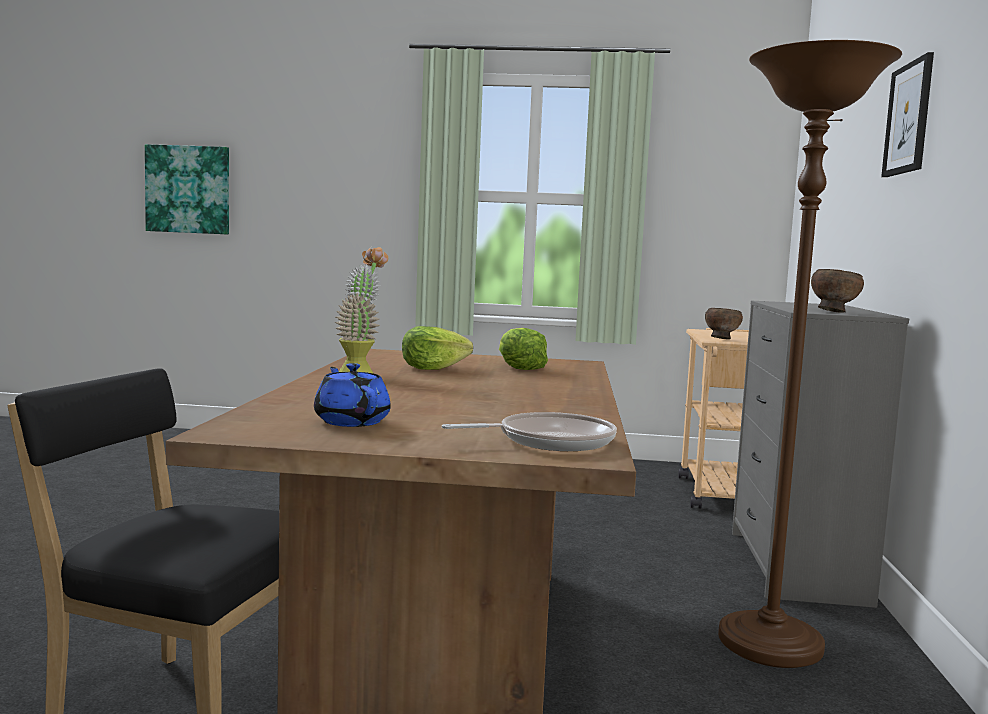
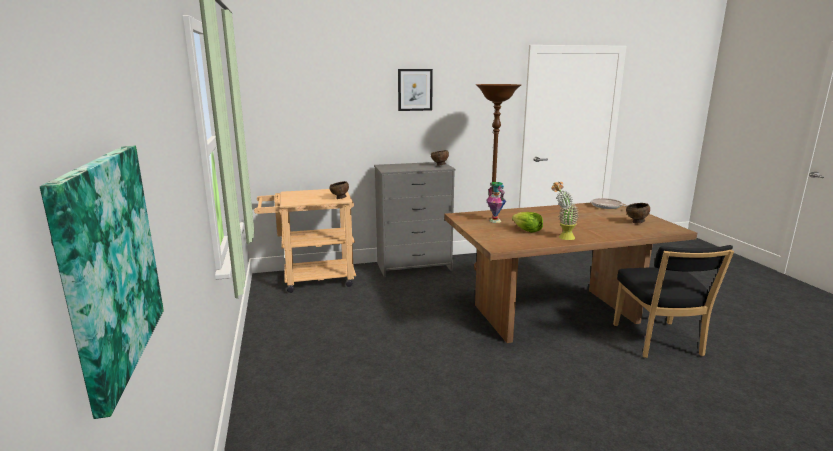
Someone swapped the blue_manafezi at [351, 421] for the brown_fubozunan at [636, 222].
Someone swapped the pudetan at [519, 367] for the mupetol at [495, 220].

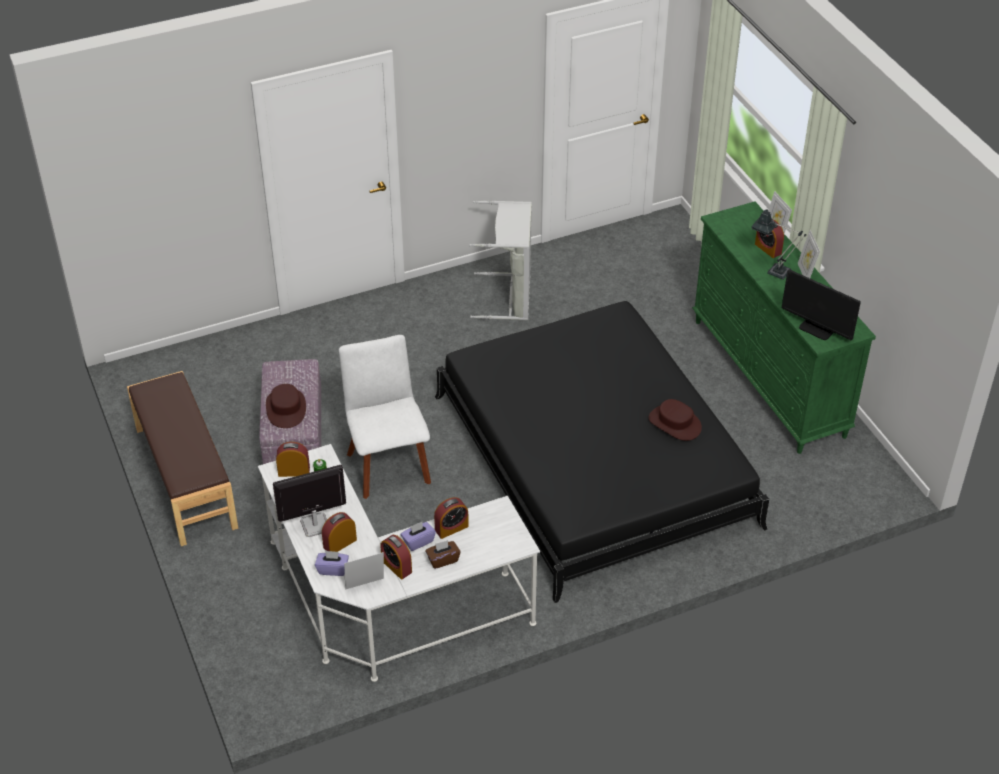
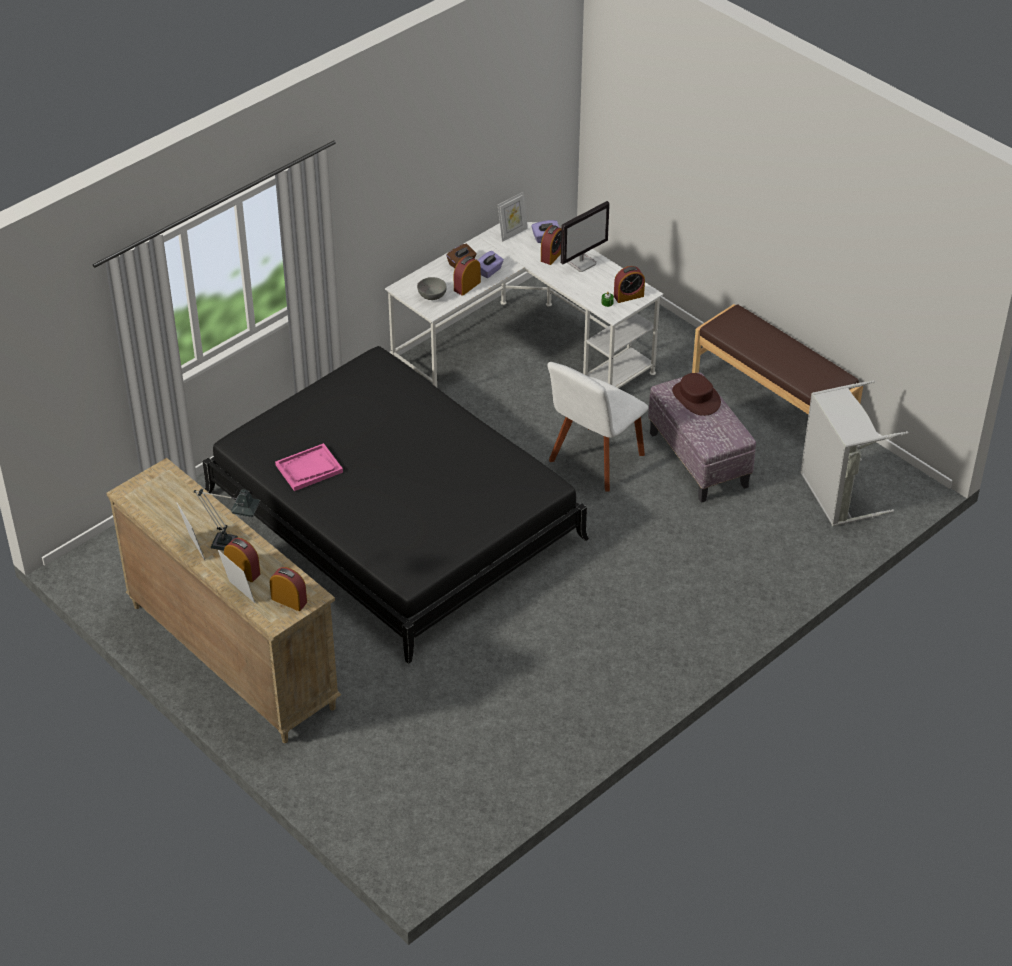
Someone rotated the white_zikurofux at [388, 464] by 75 degrees clockwise.
Someone carried the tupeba from [396, 566] to [289, 600].
Someone carried the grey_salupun from [510, 297] to [836, 495].
Someone swapped the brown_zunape at [675, 423] for the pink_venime at [309, 469].
Someone repainted the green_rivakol at [768, 378], which became the beige_rivakol at [232, 655].
Someone took away the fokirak at [817, 329].
Someone put down the grey_fubozunan at [431, 296].

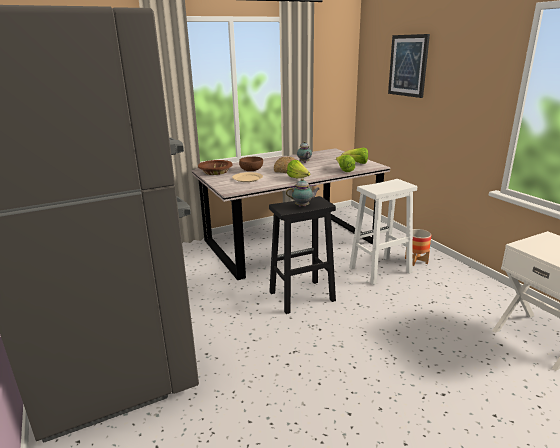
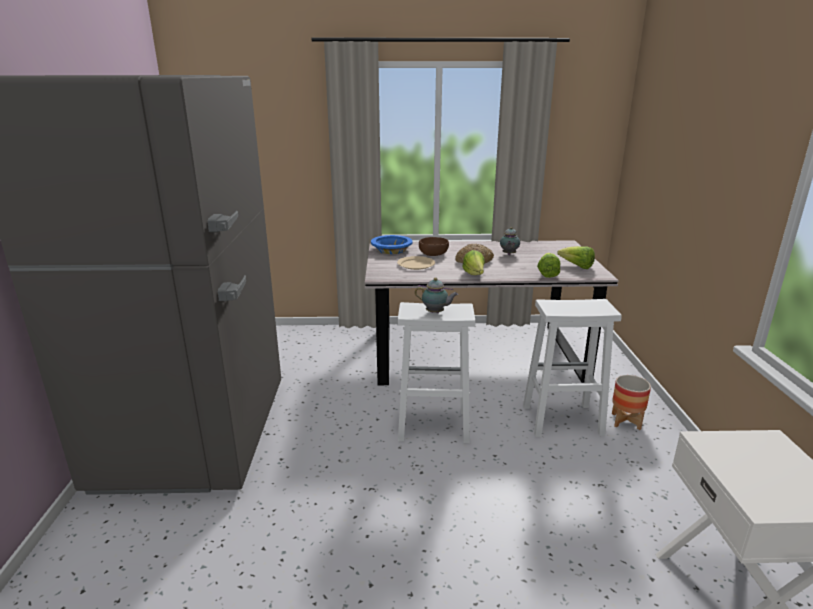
Someone repainted the brown_fubozunan at [215, 171], which became the blue_fubozunan at [391, 250].
Someone repainted the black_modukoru at [301, 297], which became the white_modukoru at [432, 425].
Someone took away the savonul at [408, 65].

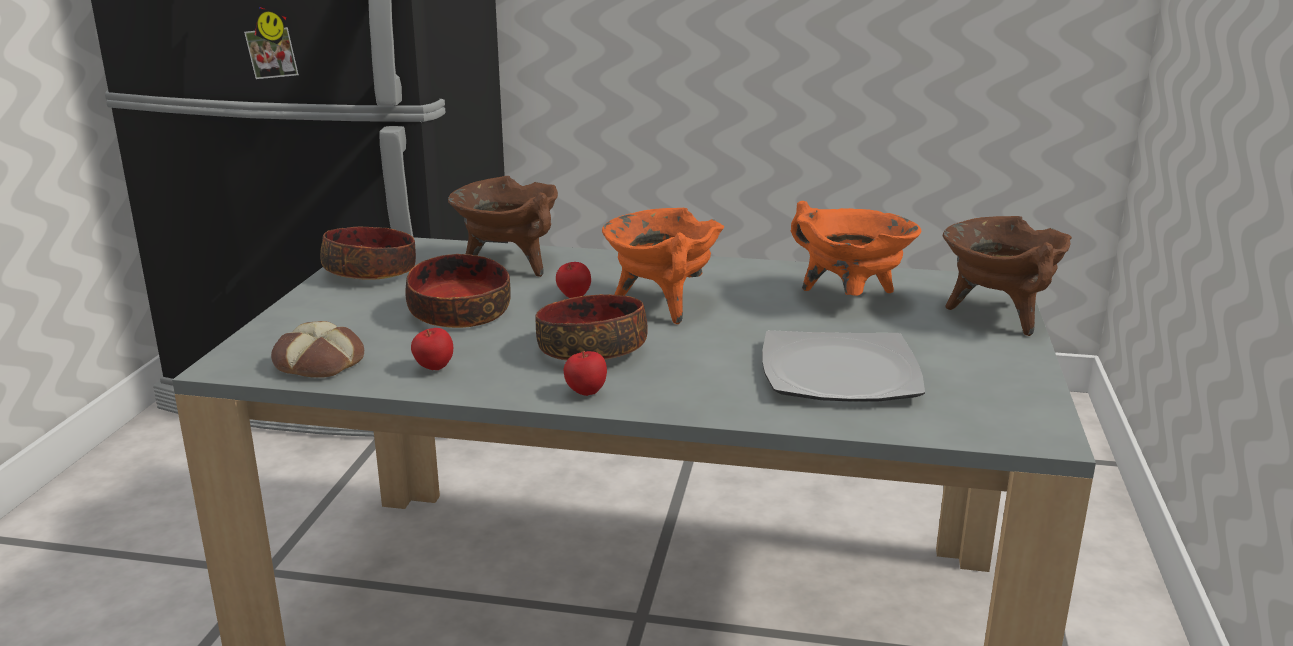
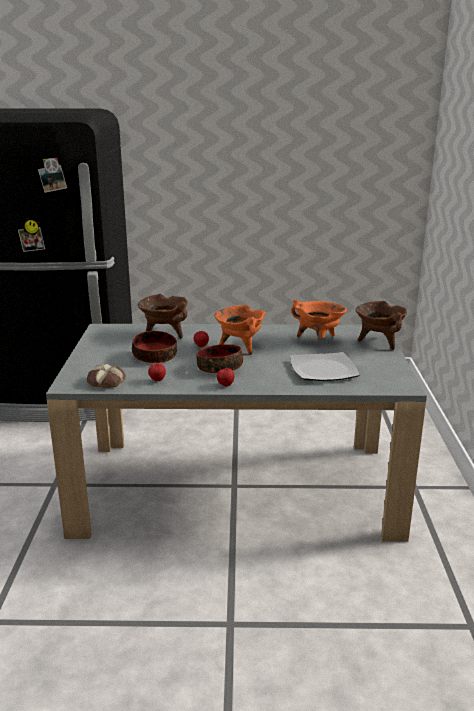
Someone took away the fubozunan at [371, 272].

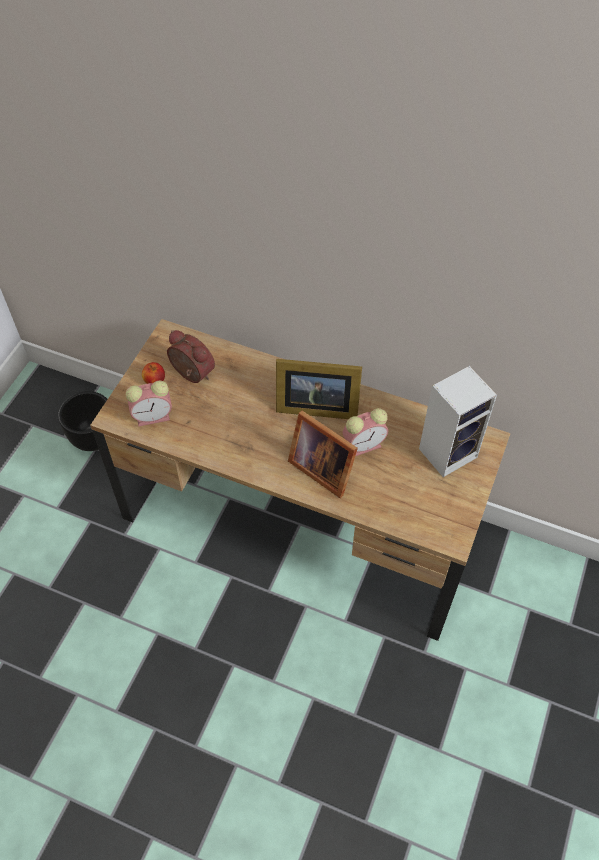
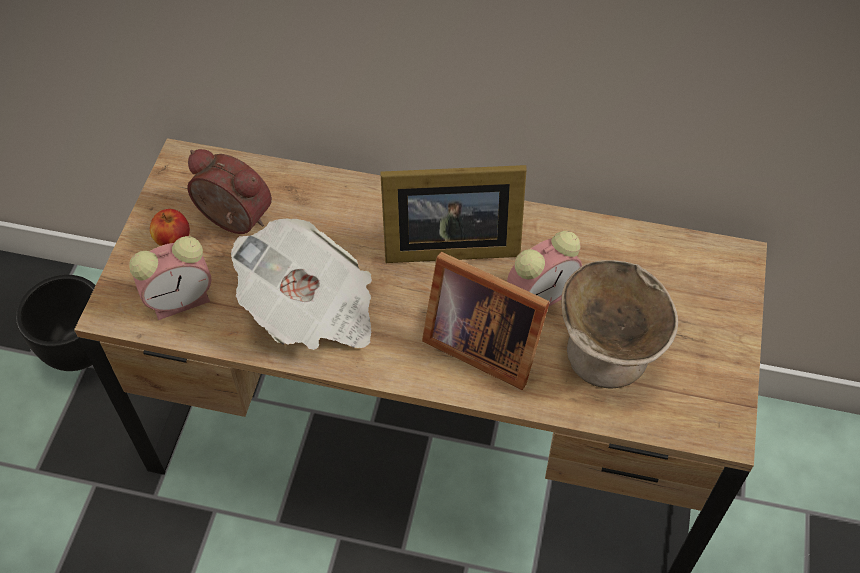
Someone took away the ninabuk at [449, 451].
Someone put down the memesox at [311, 309].
Someone put down the beige_fubozunan at [606, 353].

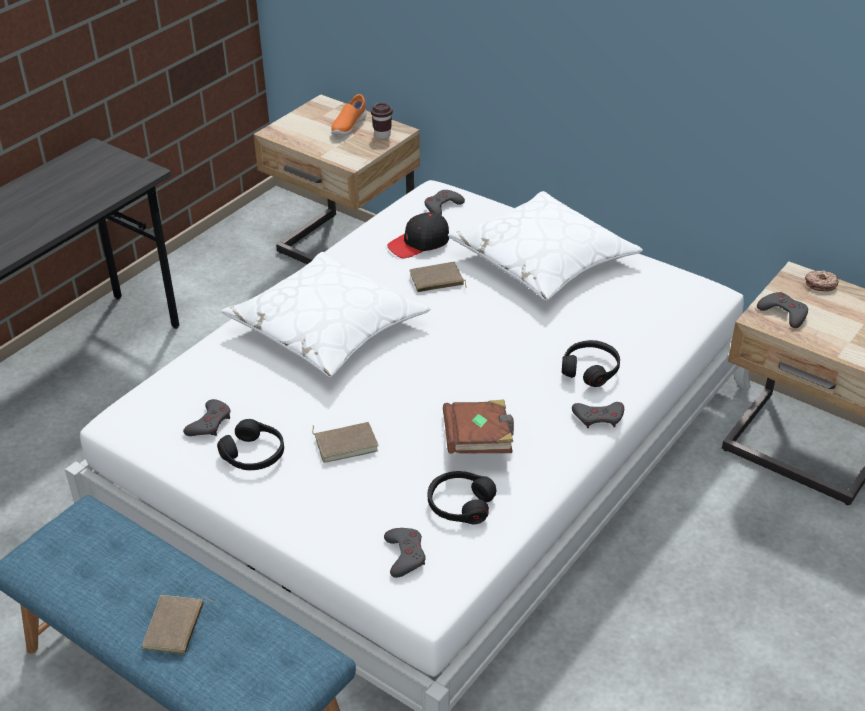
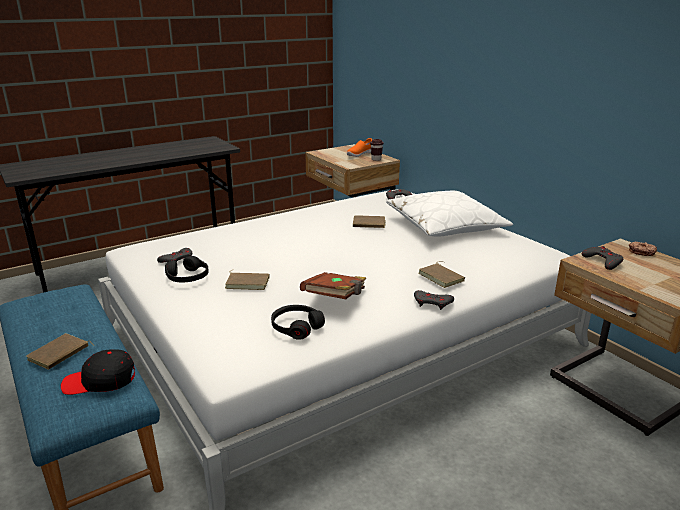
Someone took away the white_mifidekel at [327, 328].
Someone took away the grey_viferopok at [405, 555].
Someone carried the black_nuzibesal from [419, 243] to [100, 381].
Someone swapped the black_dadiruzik at [590, 369] for the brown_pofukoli at [442, 277].

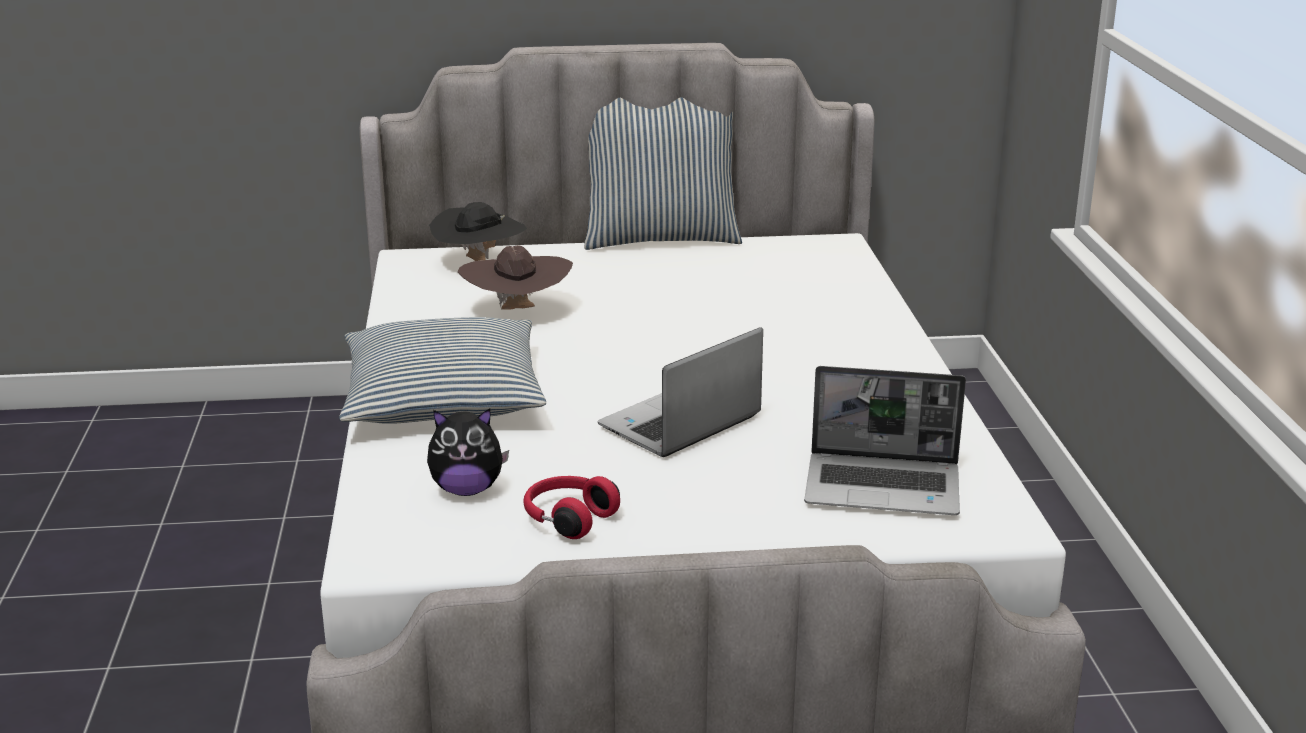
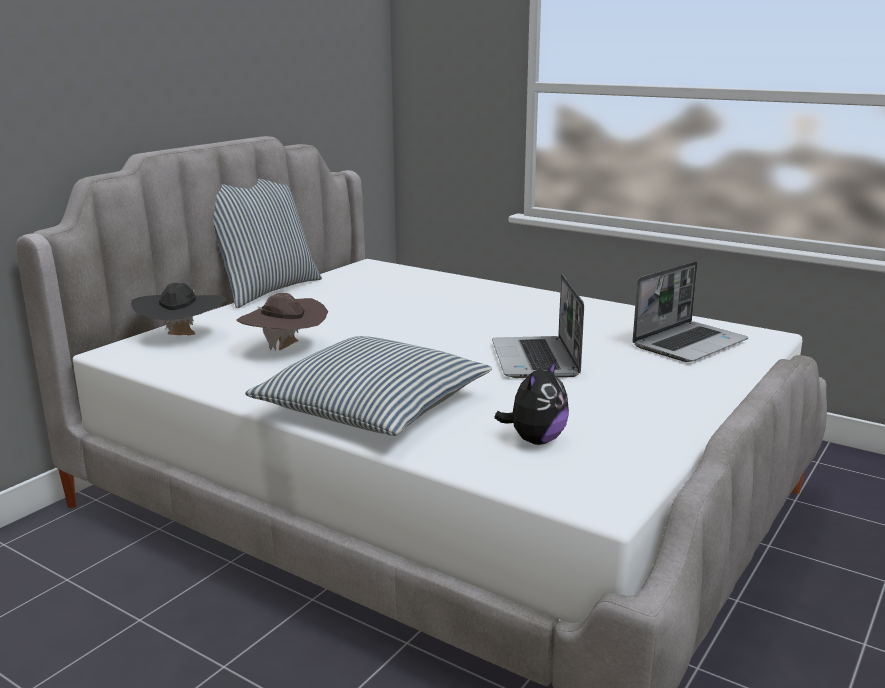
Someone took away the red_dadiruzik at [568, 519].

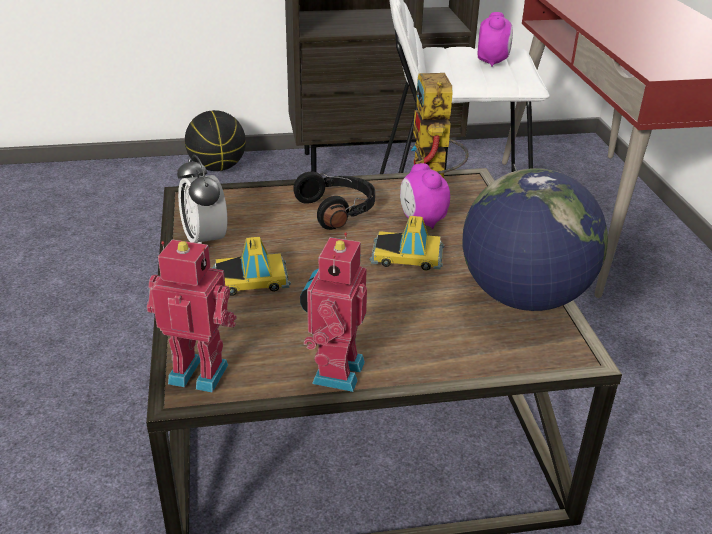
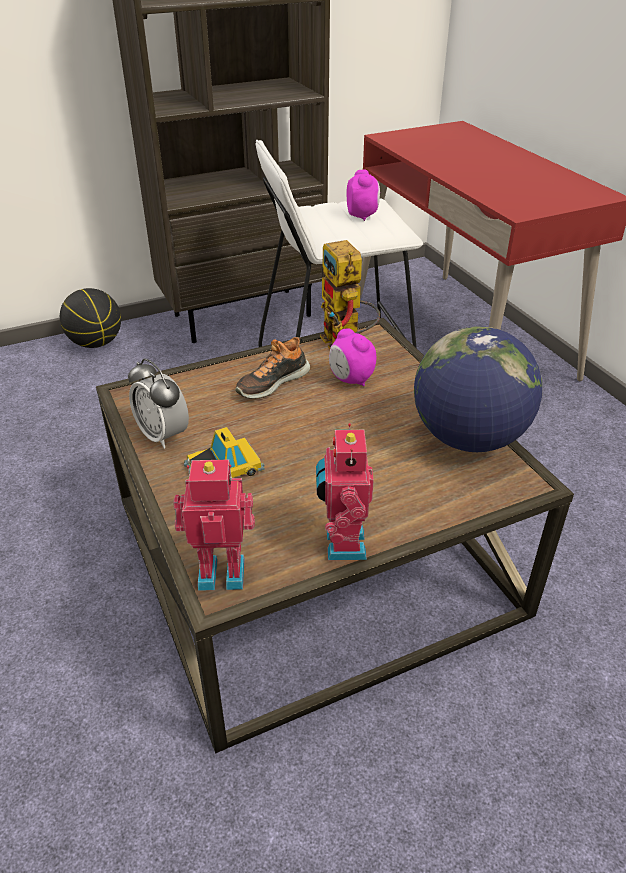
Someone swapped the black_dadiruzik at [338, 210] for the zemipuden at [272, 382].
Someone took away the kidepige at [407, 255].

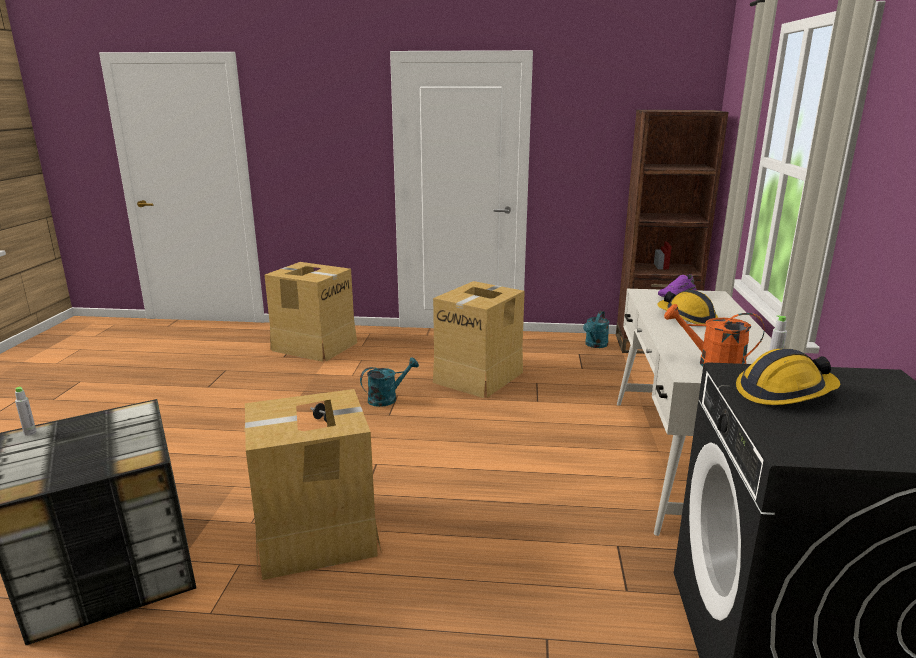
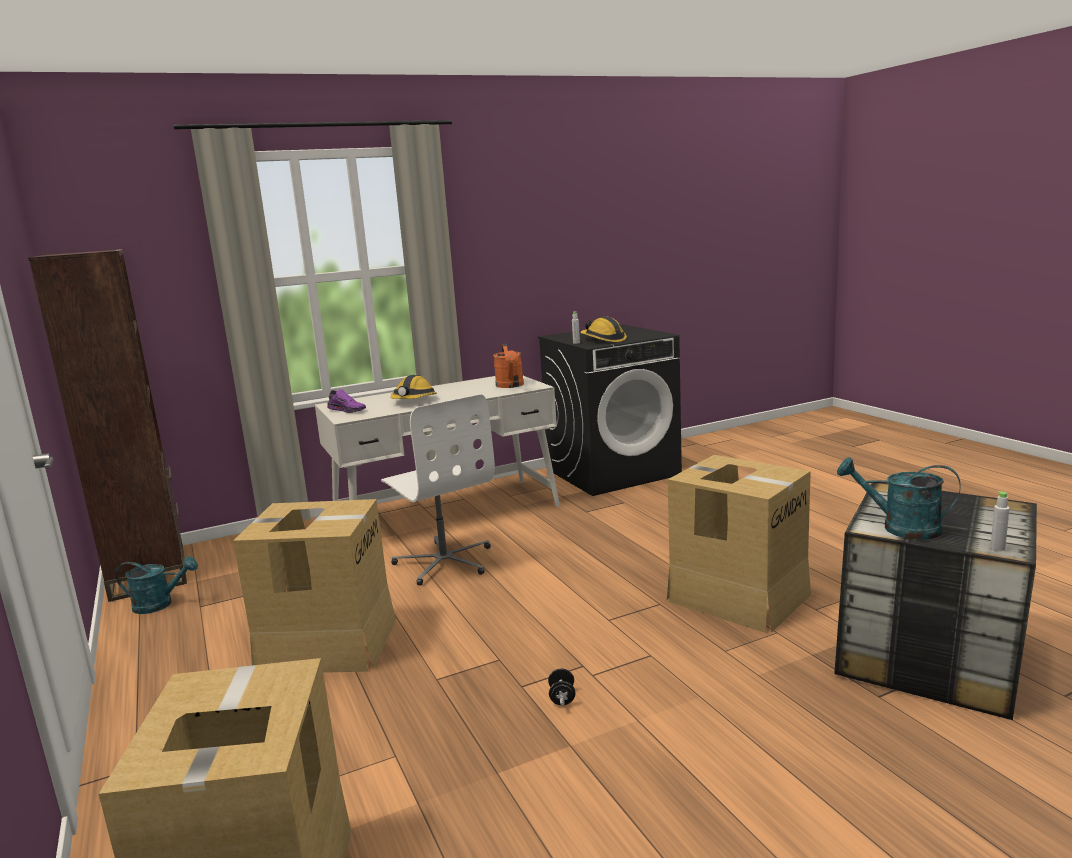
Someone carried the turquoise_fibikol from [387, 398] to [900, 528].
Someone put down the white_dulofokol at [444, 562].

